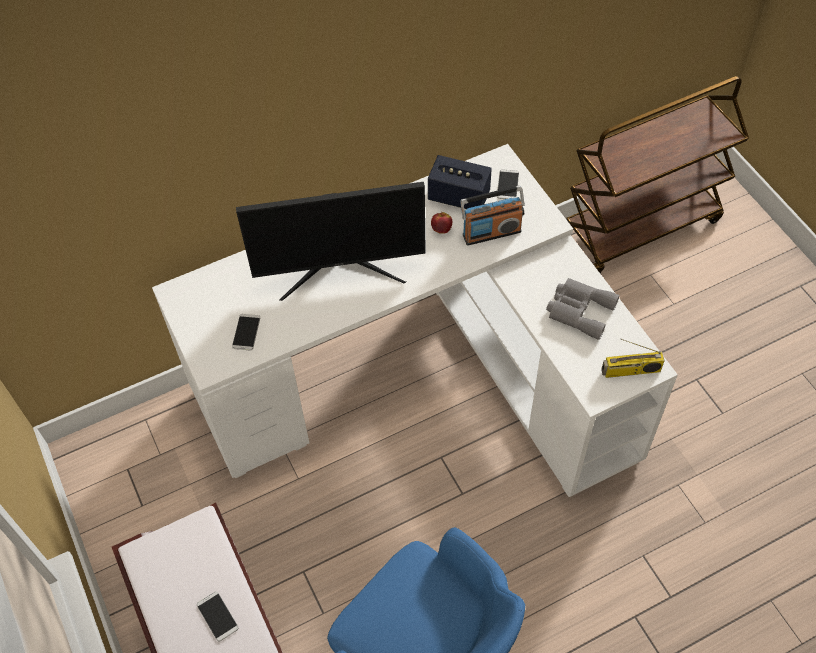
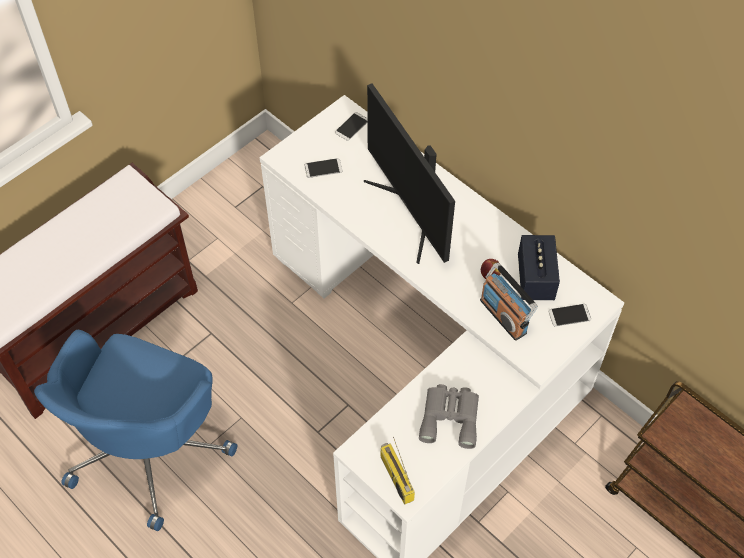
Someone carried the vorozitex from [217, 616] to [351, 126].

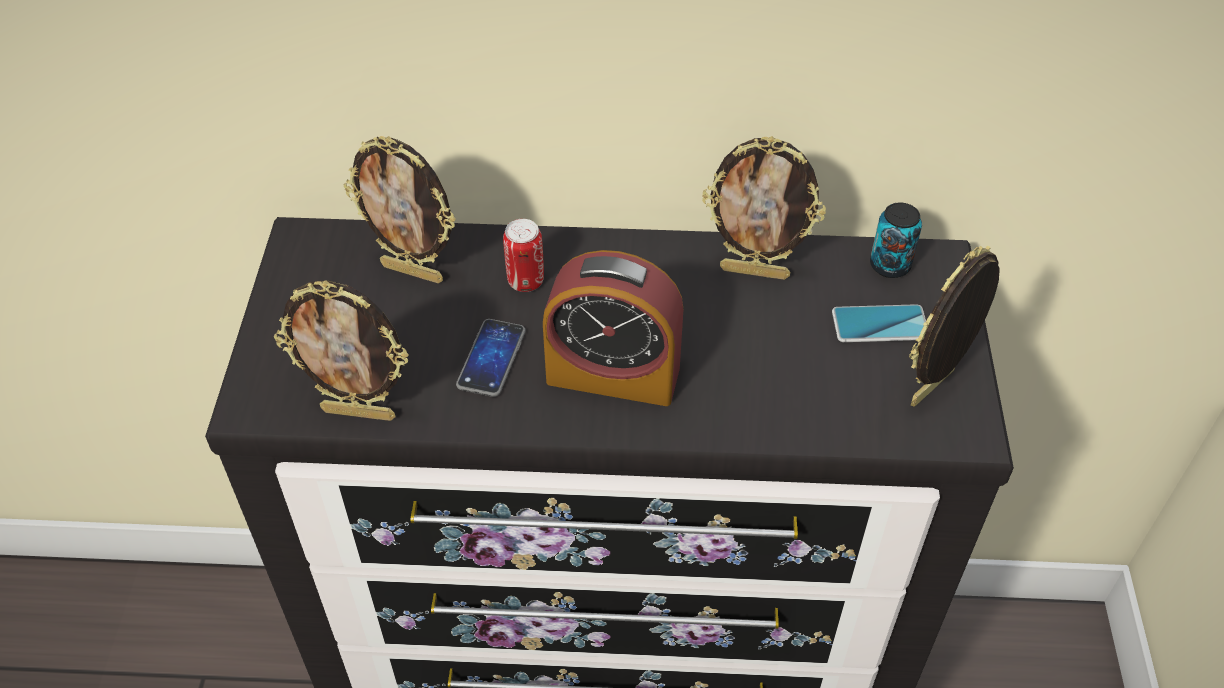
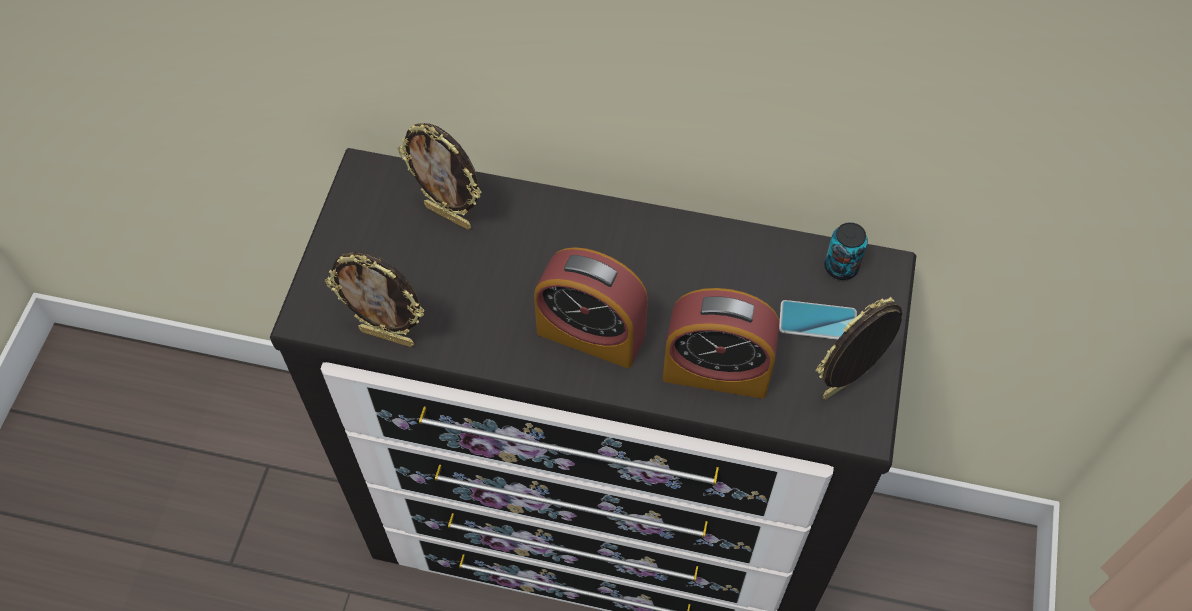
Someone took away the vorozitex at [491, 359].
Someone took away the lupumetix at [525, 281].
Someone took away the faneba at [755, 271].
Someone put down the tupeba at [716, 370].

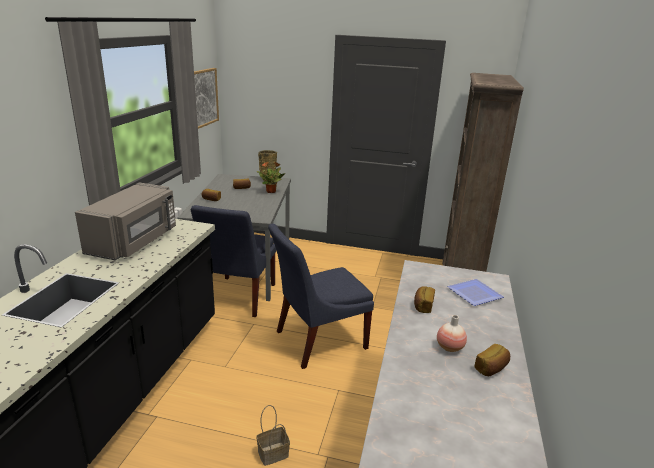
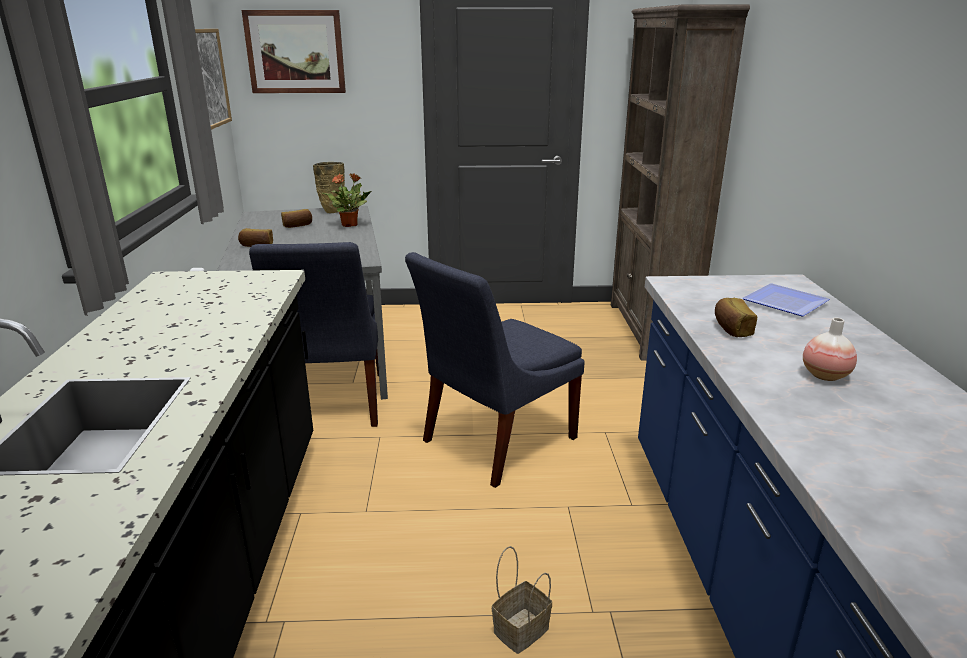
Someone took away the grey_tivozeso at [135, 241].
Someone took away the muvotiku at [492, 368].
Someone put up the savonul at [295, 52].

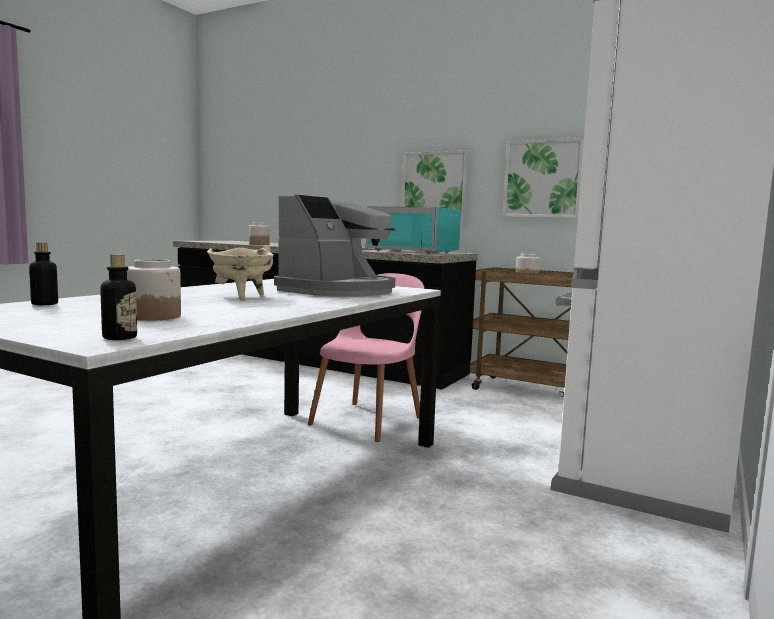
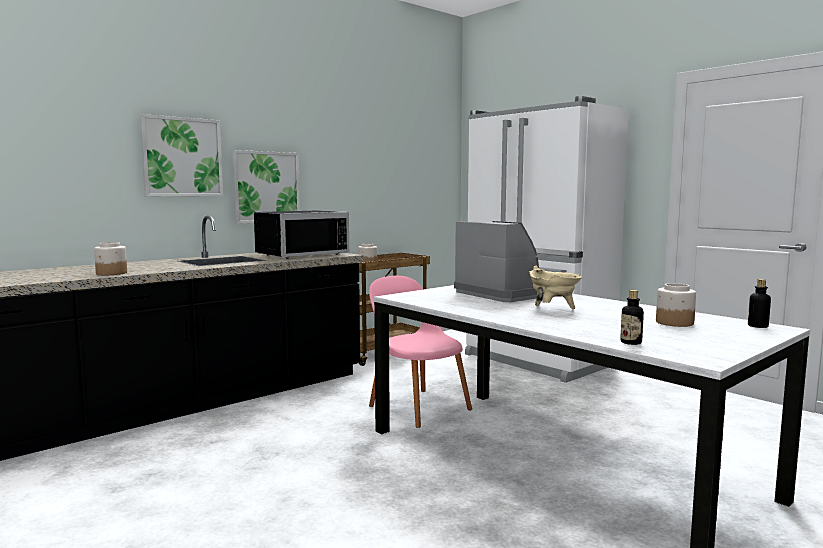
Someone repainted the turquoise_tivozeso at [416, 252], which became the black_tivozeso at [299, 254].
Someone carried the savonul from [543, 179] to [182, 157].

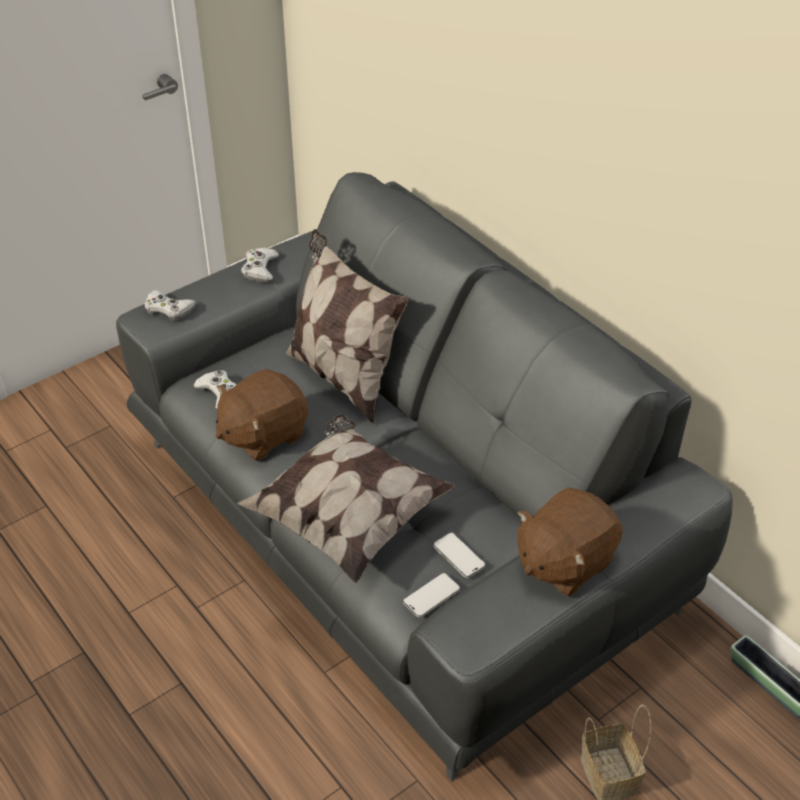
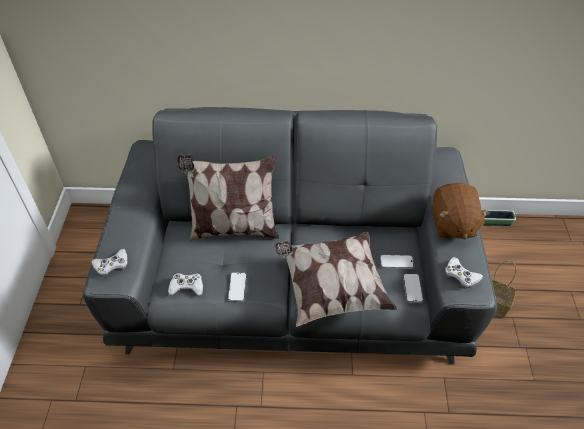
Someone swapped the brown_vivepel at [262, 434] for the vorozitex at [237, 287].
Someone carried the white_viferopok from [260, 269] to [461, 275].

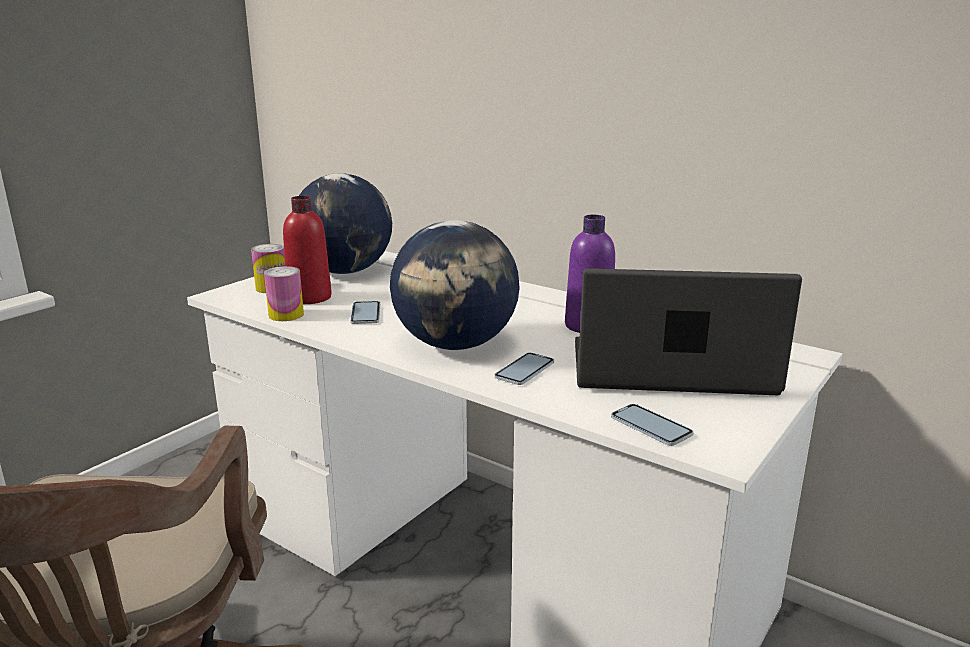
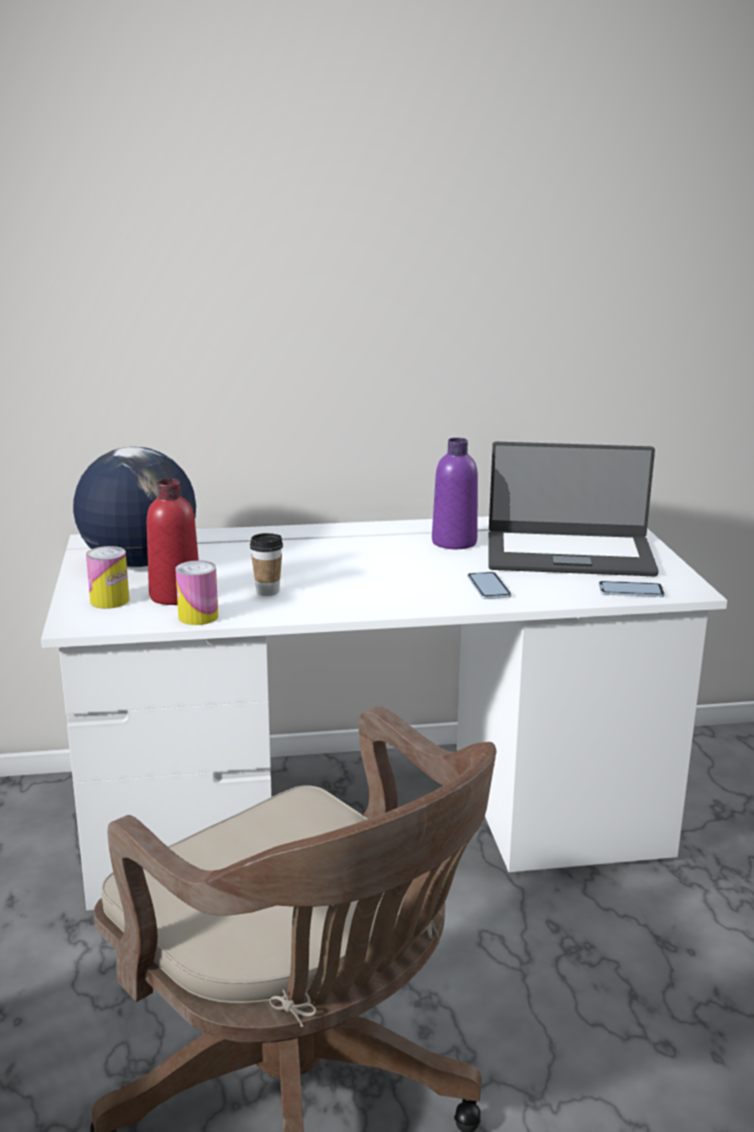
Someone swapped the vorozitex at [366, 314] for the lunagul at [267, 591].
Someone took away the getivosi at [456, 345].
Someone rotated the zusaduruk at [671, 370] by 135 degrees counterclockwise.

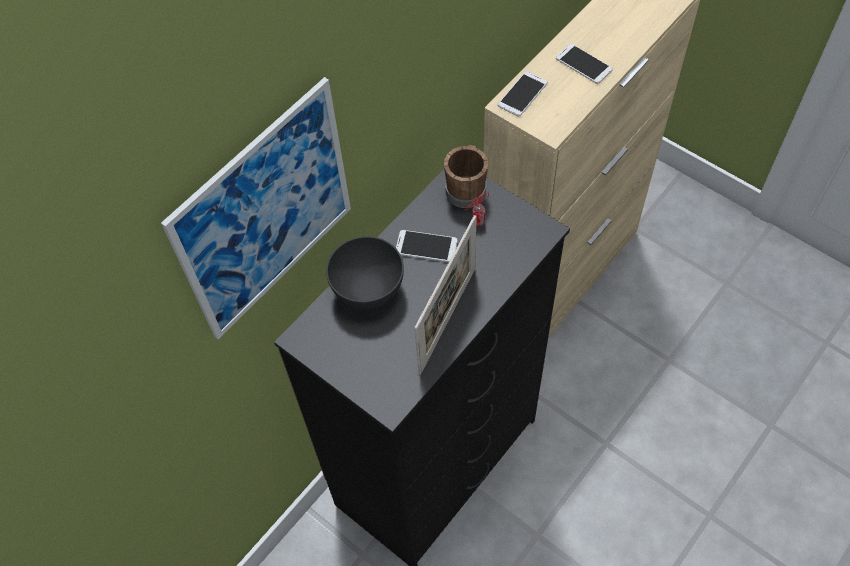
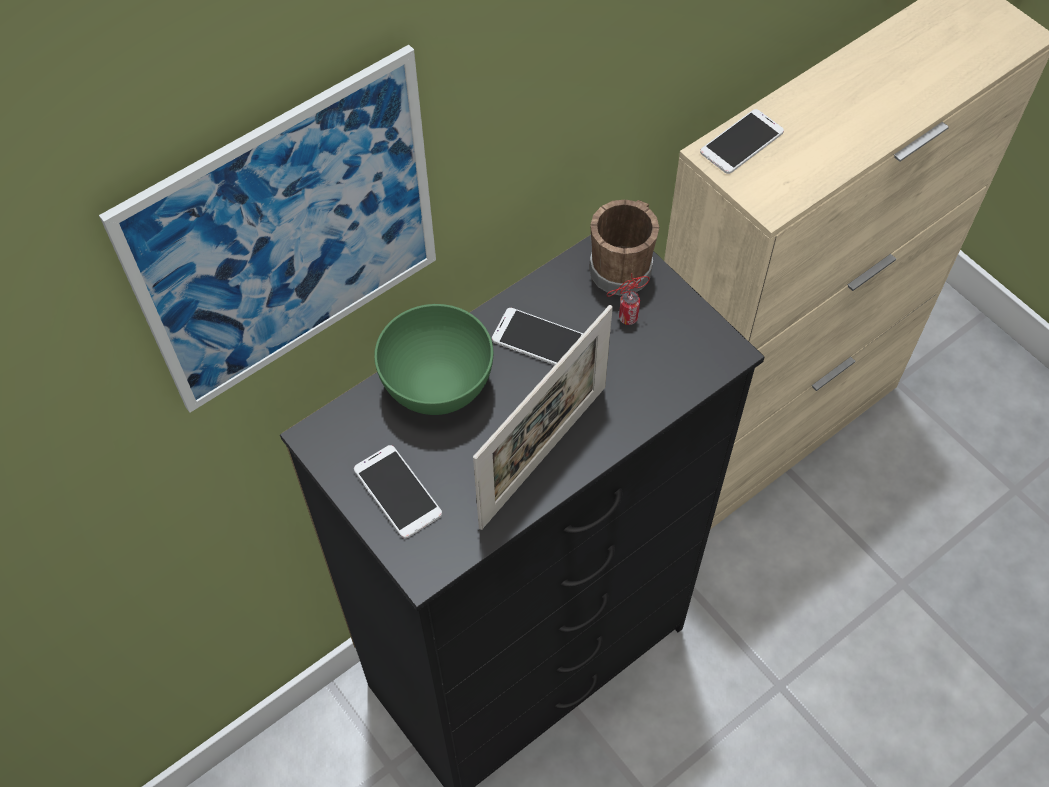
Someone repainted the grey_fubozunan at [369, 289], which became the green_fubozunan at [439, 385].
Someone carried the vorozitex from [583, 64] to [397, 492].

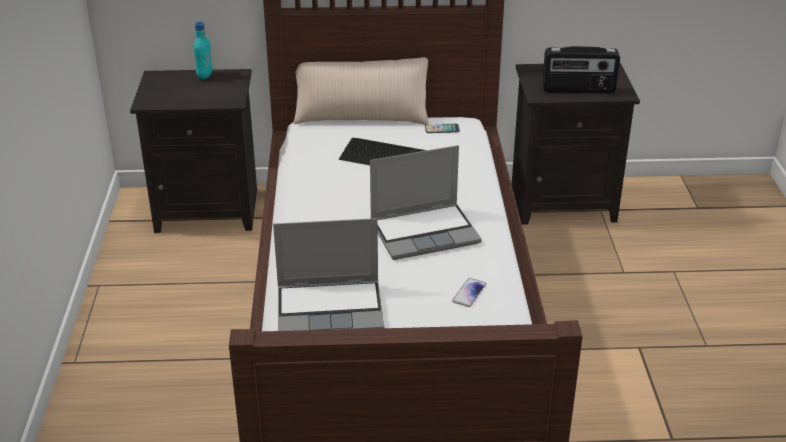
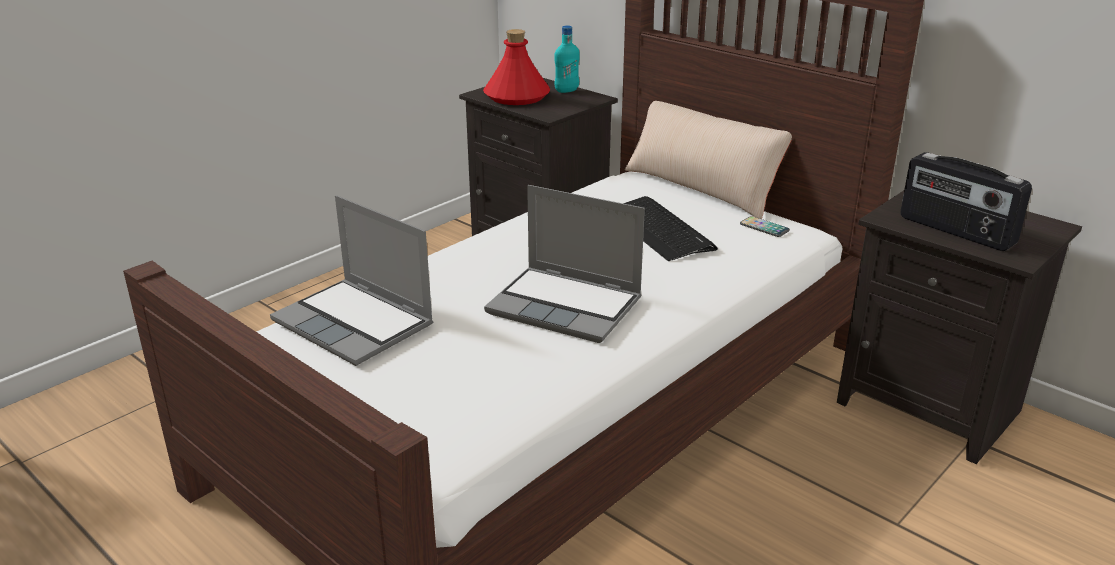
Someone took away the vorozitex at [469, 293].
Someone put down the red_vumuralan at [517, 97].

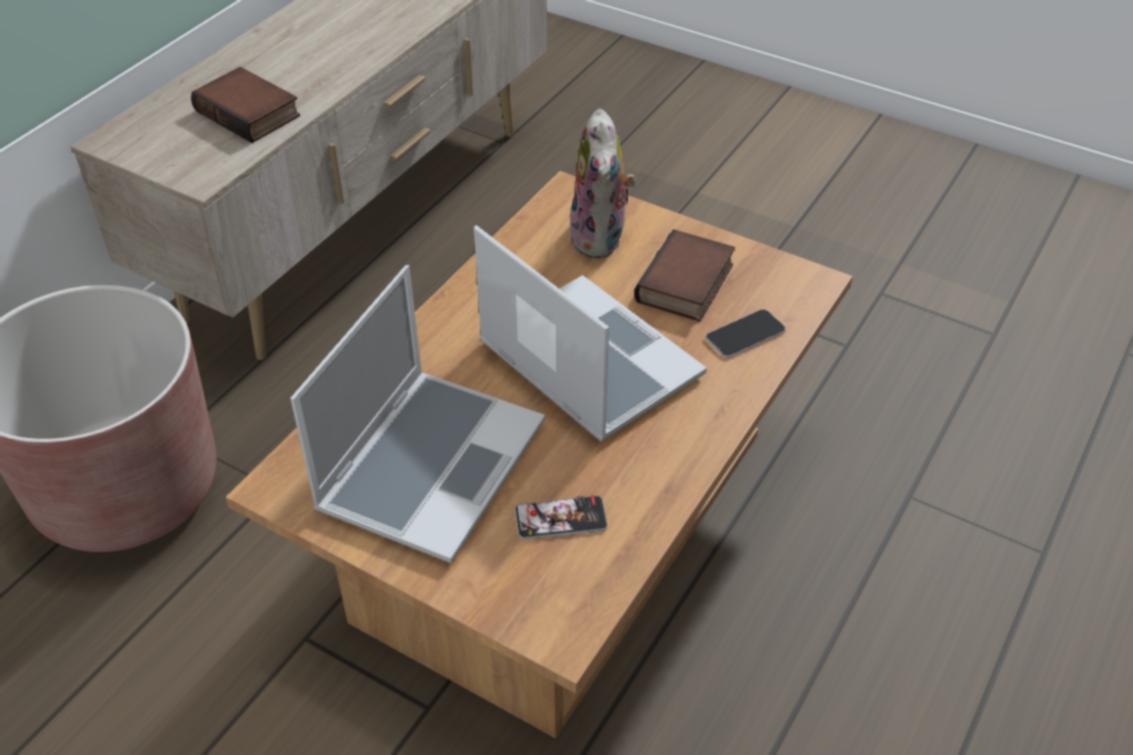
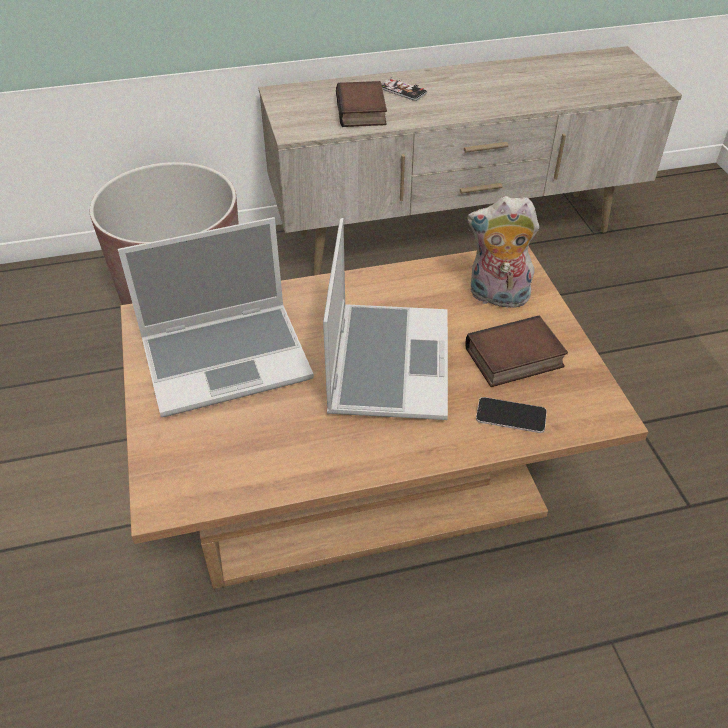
Someone carried the vorozitex from [561, 519] to [402, 90].
Someone rotated the vivepel at [601, 238] by 60 degrees clockwise.

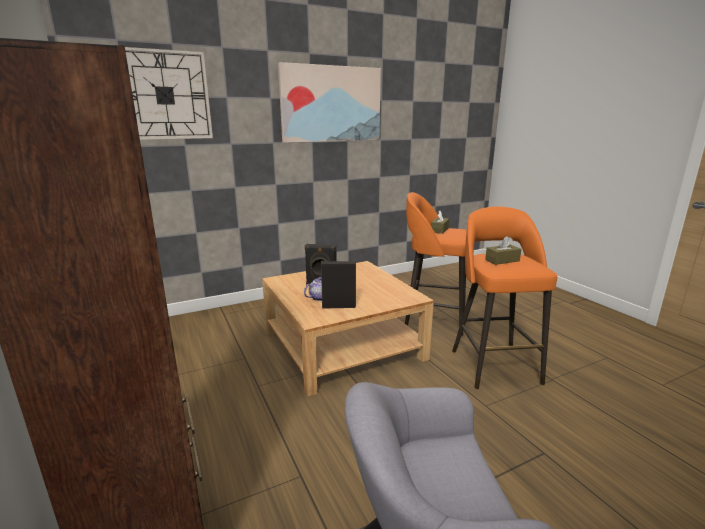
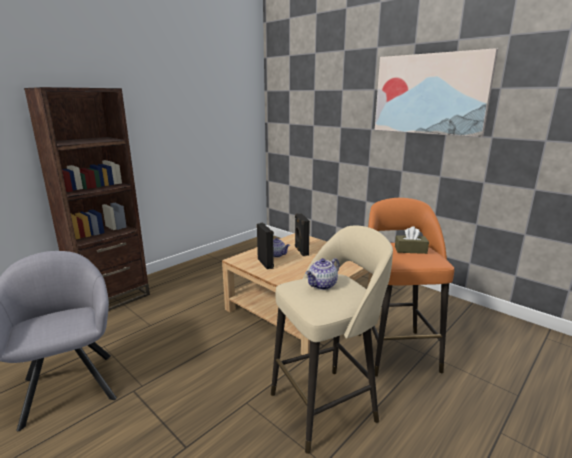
Someone took away the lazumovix at [164, 95].
Someone repainted the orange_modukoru at [494, 365], which became the beige_modukoru at [326, 406].
Someone swapped the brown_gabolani at [502, 260] for the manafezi at [322, 285].

